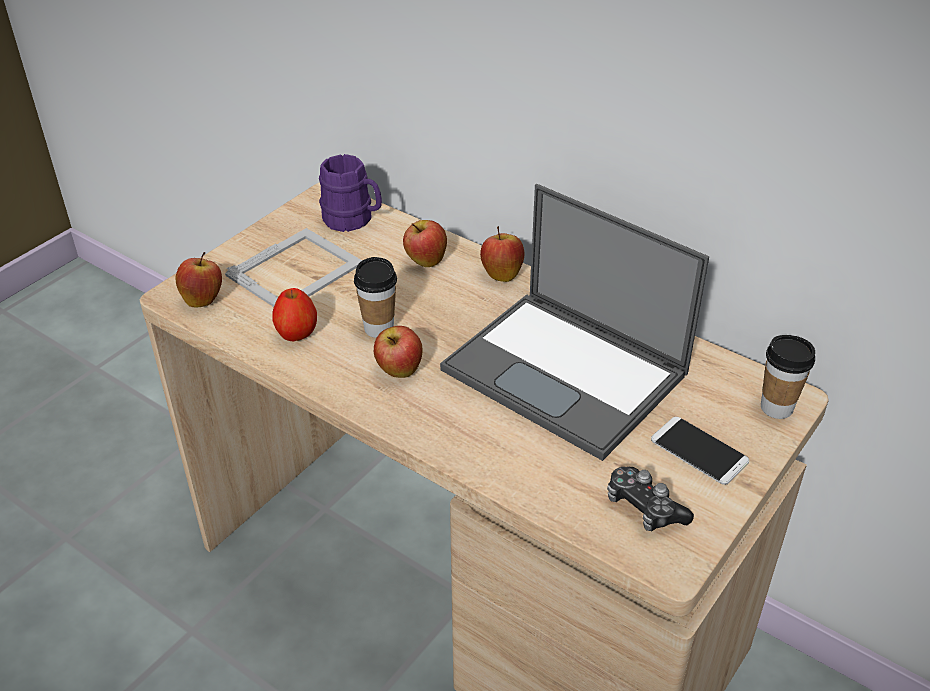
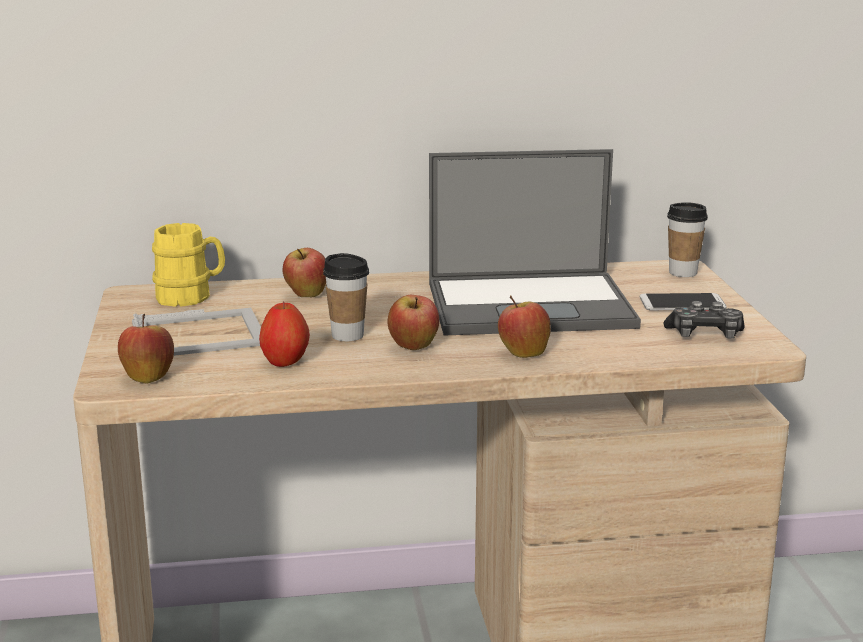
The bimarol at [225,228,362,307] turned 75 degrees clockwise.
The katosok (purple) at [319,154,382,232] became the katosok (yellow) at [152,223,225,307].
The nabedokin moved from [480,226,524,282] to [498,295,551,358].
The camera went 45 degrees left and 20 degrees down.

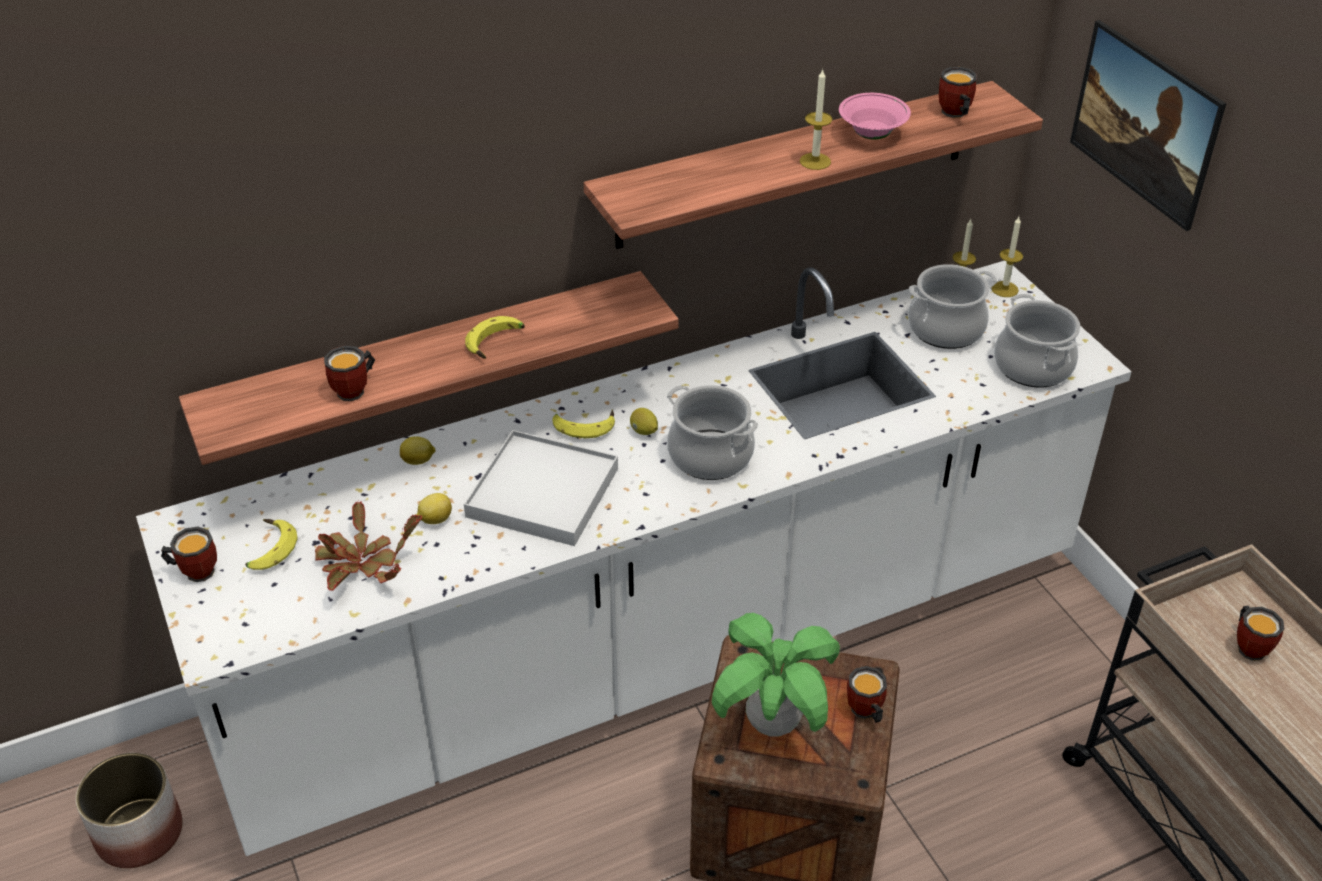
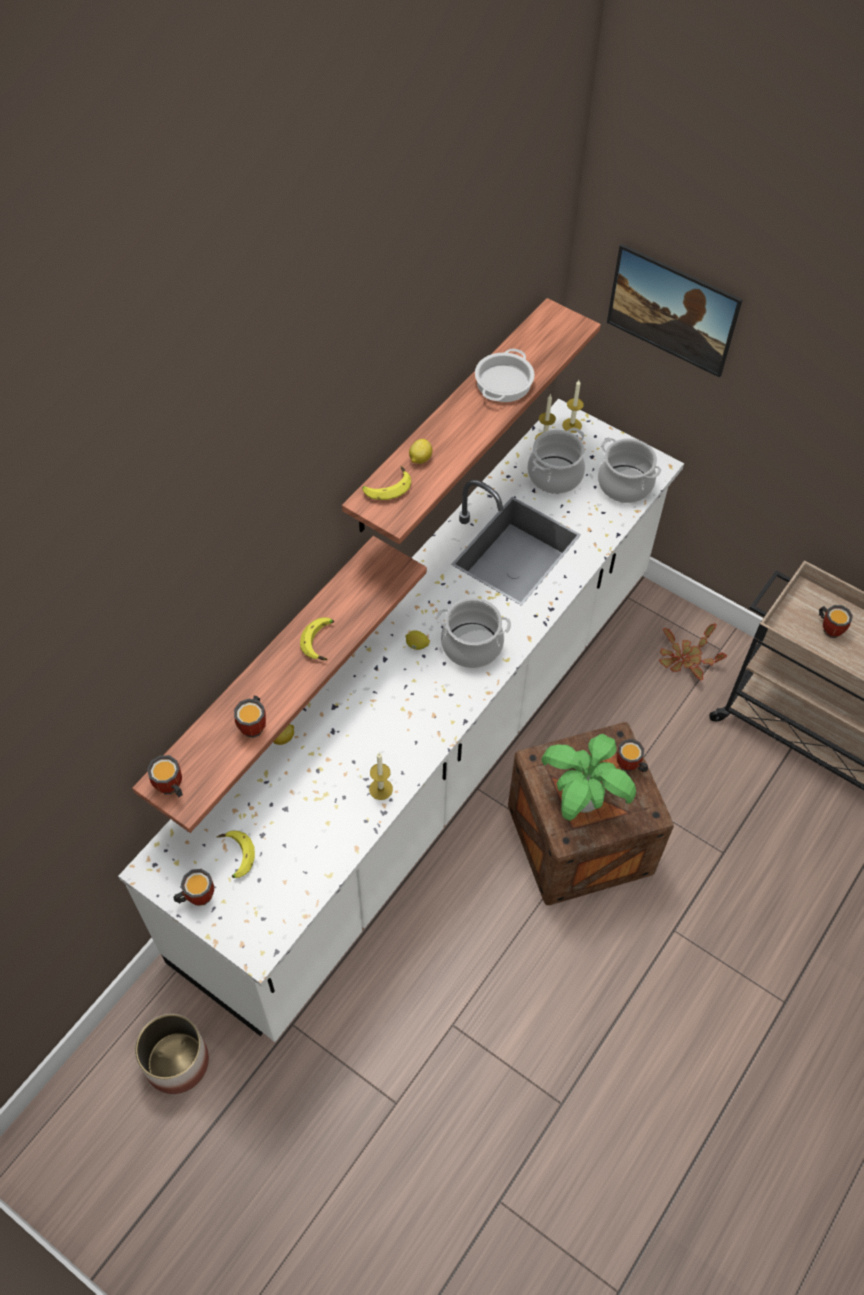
The katosok moved from [939,67,977,118] to [147,755,183,797].
The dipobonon moved from [552,409,615,438] to [362,466,411,500].
The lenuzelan moved from [800,69,832,170] to [369,753,393,800].
The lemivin moved from [417,493,452,524] to [409,439,432,464].
The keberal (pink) at [839,93,911,140] was replaced by the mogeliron at [475,349,535,402].
The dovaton moved from [315,501,422,591] to [659,623,727,680].
The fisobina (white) at [464,430,618,546] disappeared.
The camera went 30 degrees left and 15 degrees up.

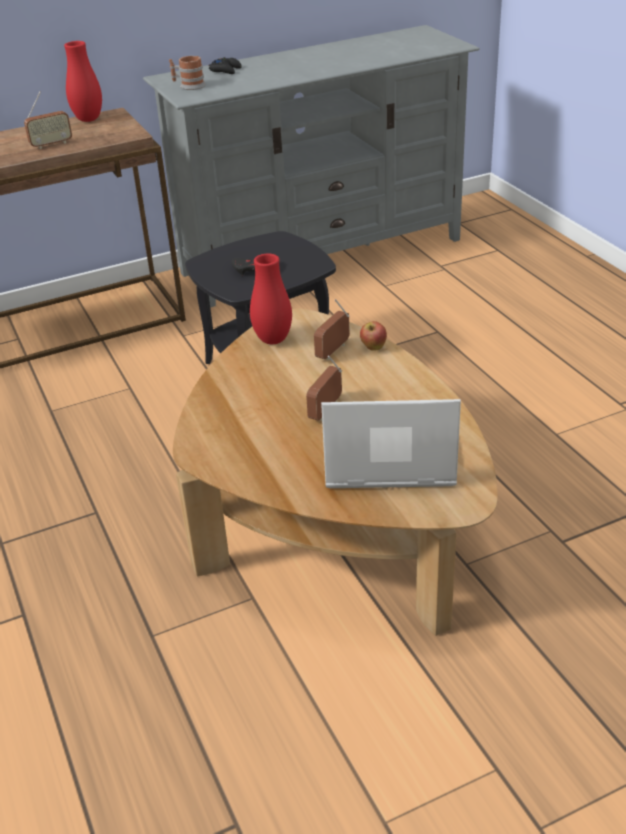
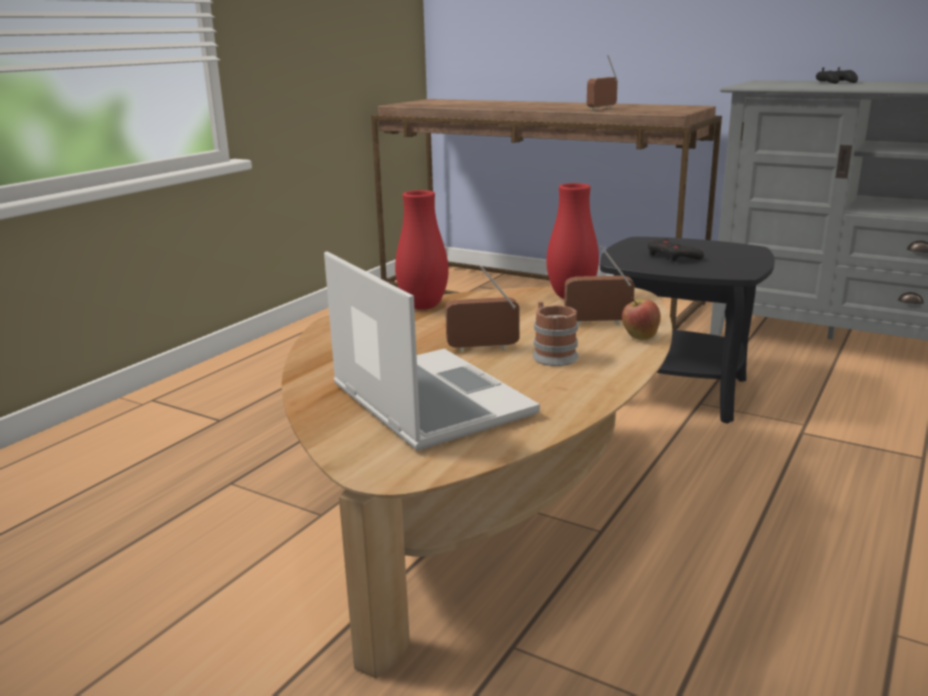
The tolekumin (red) moved from [64,41,102,122] to [395,190,449,310].
The katosok moved from [169,56,206,90] to [532,302,579,366].
The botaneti at [24,91,72,149] turned 105 degrees clockwise.
The camera went 55 degrees right and 15 degrees down.

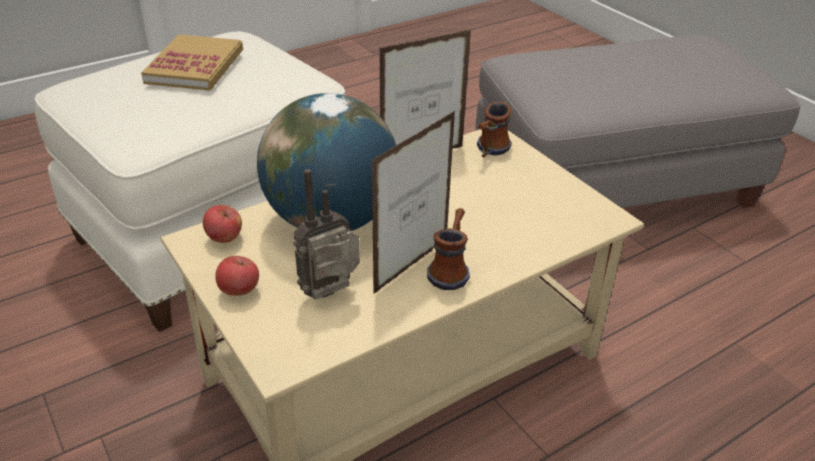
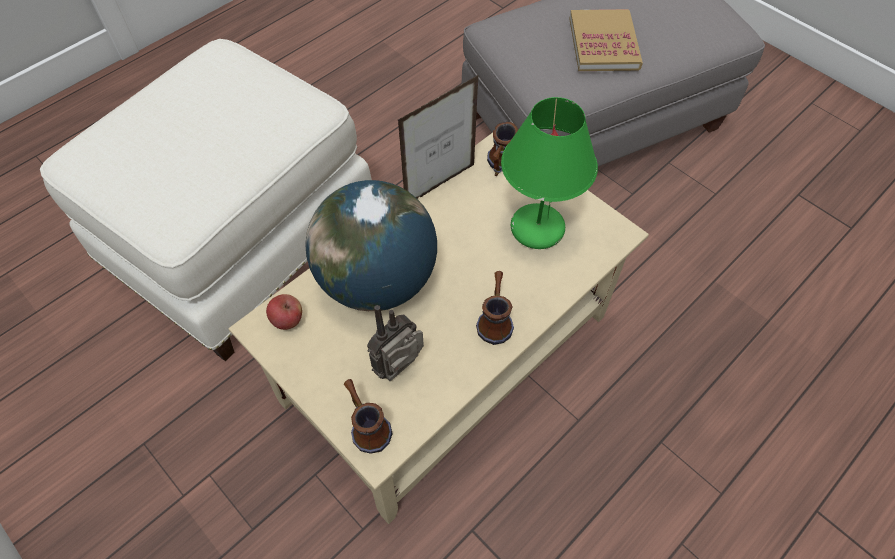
The katosok at [344,379,393,454] appeared.
The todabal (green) at [501,97,598,249] appeared.
The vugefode moved from [141,34,243,91] to [569,9,643,71].
The nabedokin at [215,256,259,296] disappeared.
The bimarol at [372,111,455,294] disappeared.
The camera went 10 degrees left and 20 degrees up.

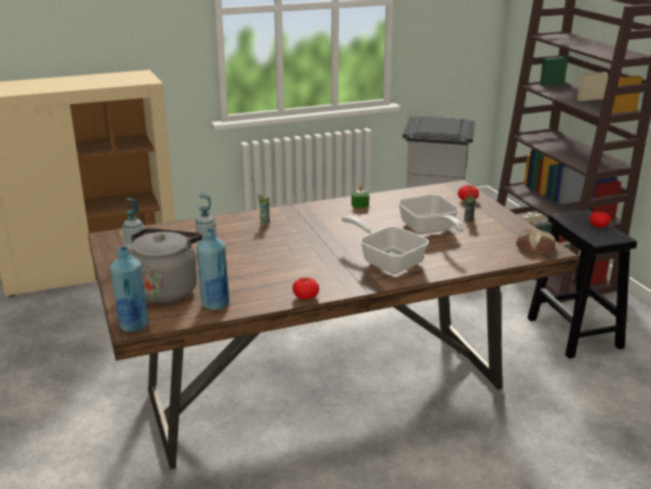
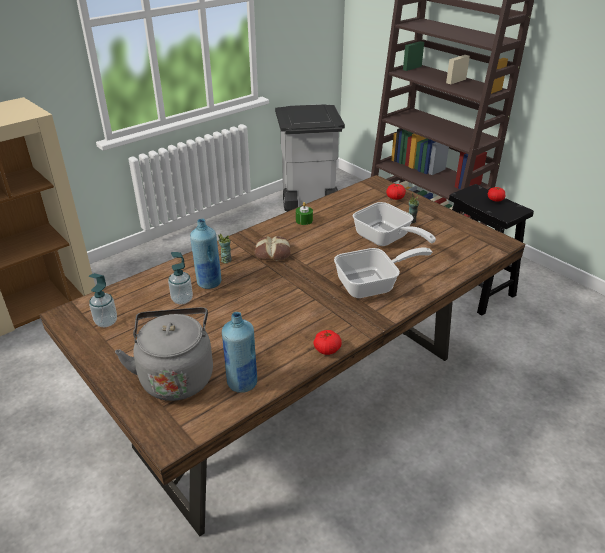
The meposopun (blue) moved from [110,247,149,332] to [190,218,221,289].
The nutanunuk moved from [516,229,555,254] to [255,236,291,261].
The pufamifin at [341,215,429,274] turned 135 degrees clockwise.
The camera went 20 degrees left and 10 degrees up.

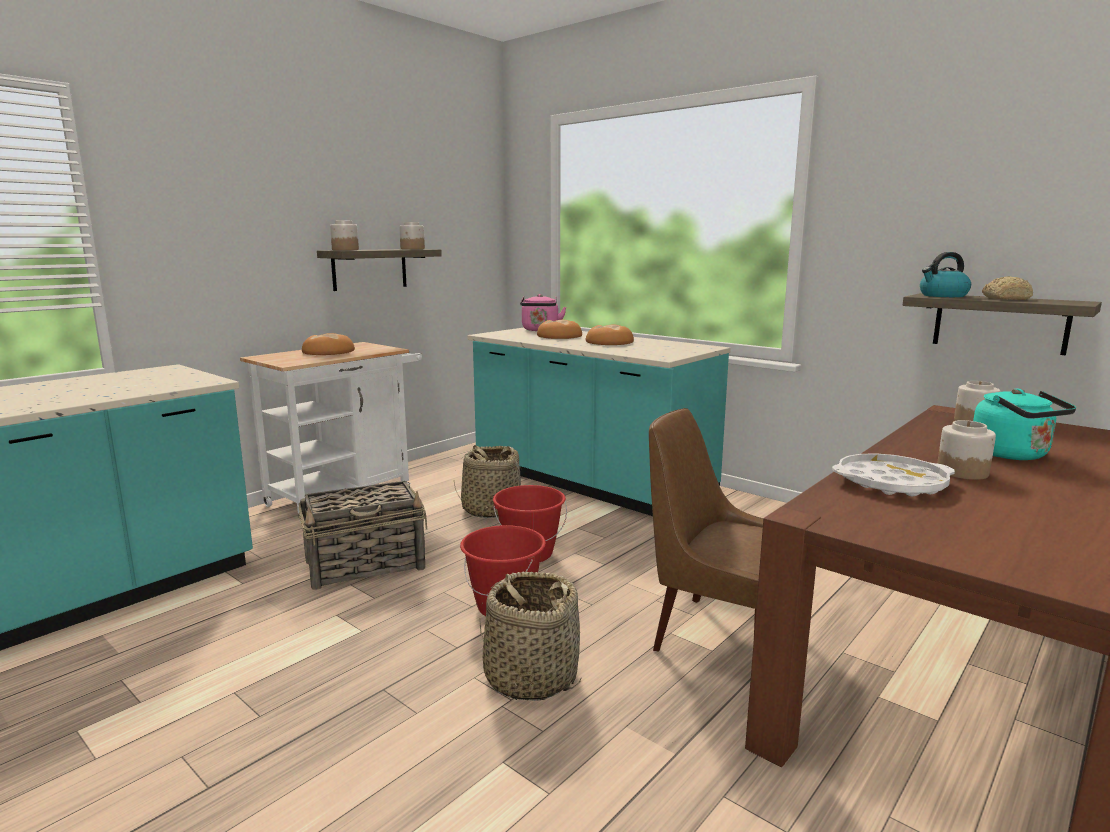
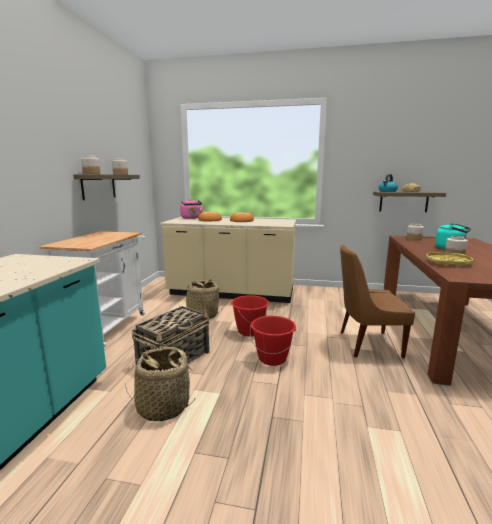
The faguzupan moved from [479,572,582,701] to [125,347,196,422].
The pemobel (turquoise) at [467,328,731,516] became the pemobel (beige) at [160,217,296,303].
The fisobina (white) at [832,453,955,496] became the fisobina (yellow) at [426,252,473,266].
The nutanunuk at [302,333,355,355] disappeared.
The camera went 30 degrees left and 0 degrees up.

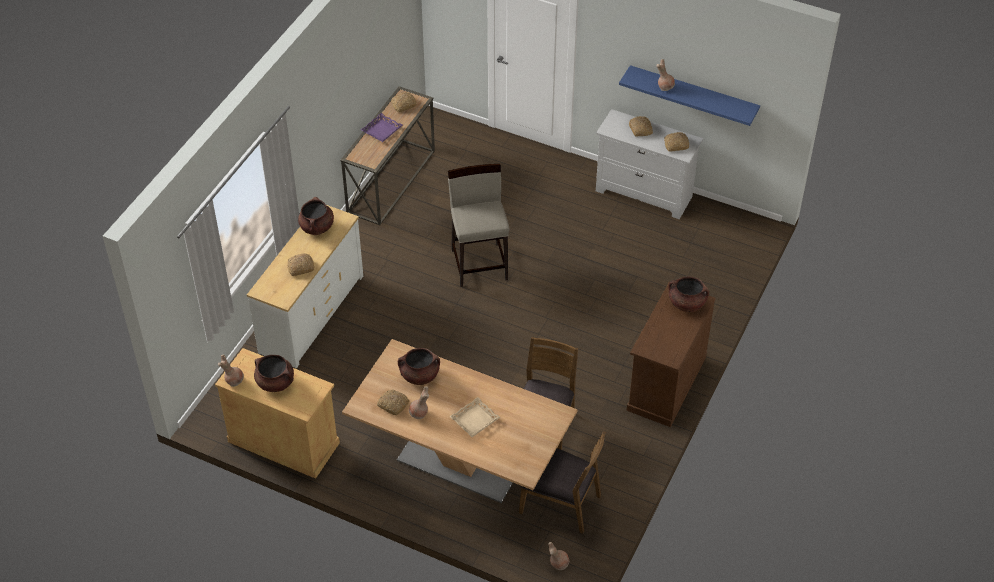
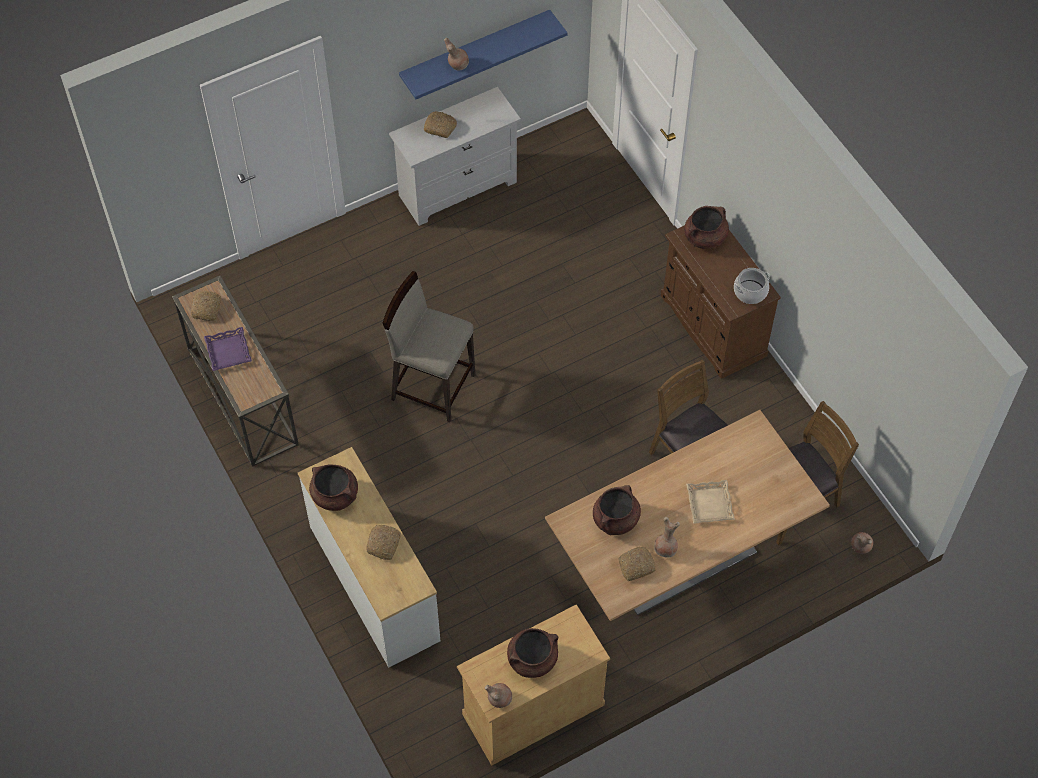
The mogeliron at [734,268,770,304] appeared.
The nutanunuk at [664,132,689,152] disappeared.
The camera went 55 degrees left and 10 degrees up.

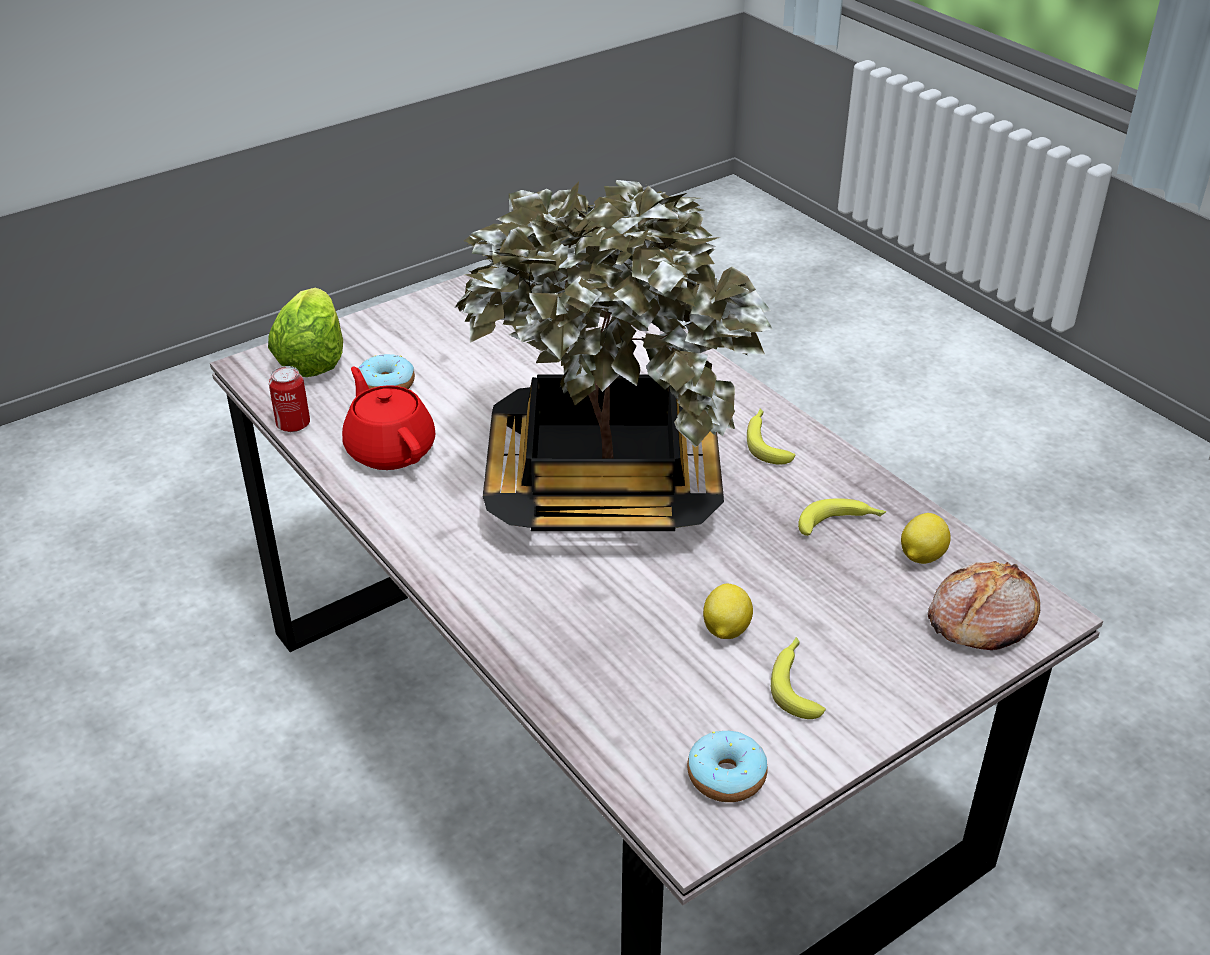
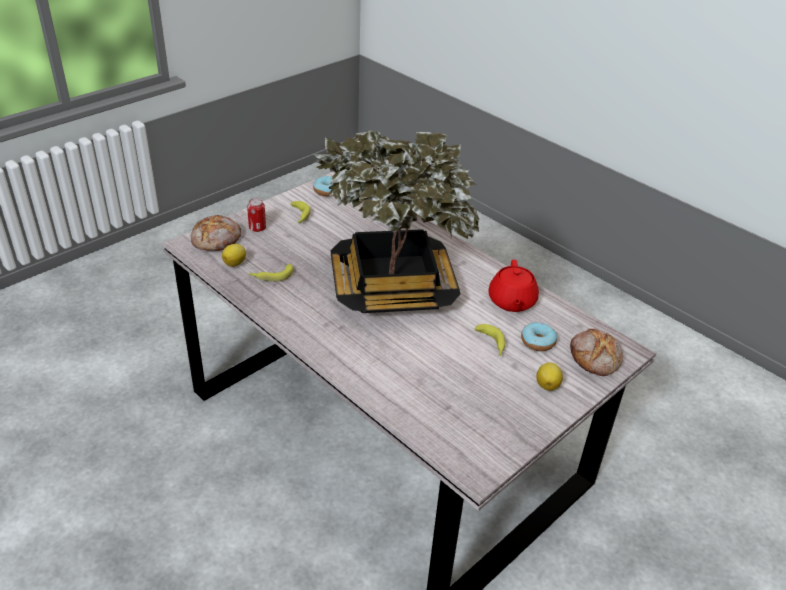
The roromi moved from [269,366,310,432] to [247,198,266,232].
The dipobonon moved from [747,409,796,465] to [475,324,505,356].
The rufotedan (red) at [342,367,435,470] turned 45 degrees clockwise.
The lemivin moved from [703,584,753,639] to [536,362,563,391].
The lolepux at [268,288,343,377] was replaced by the nutanunuk at [570,329,623,376].
The camera went 170 degrees right and 0 degrees up.

